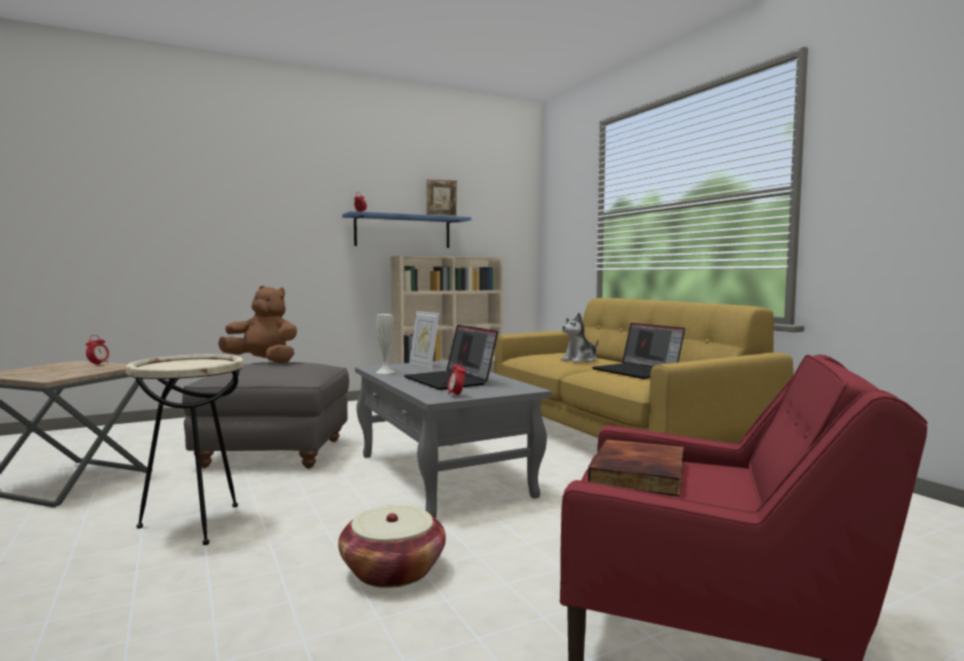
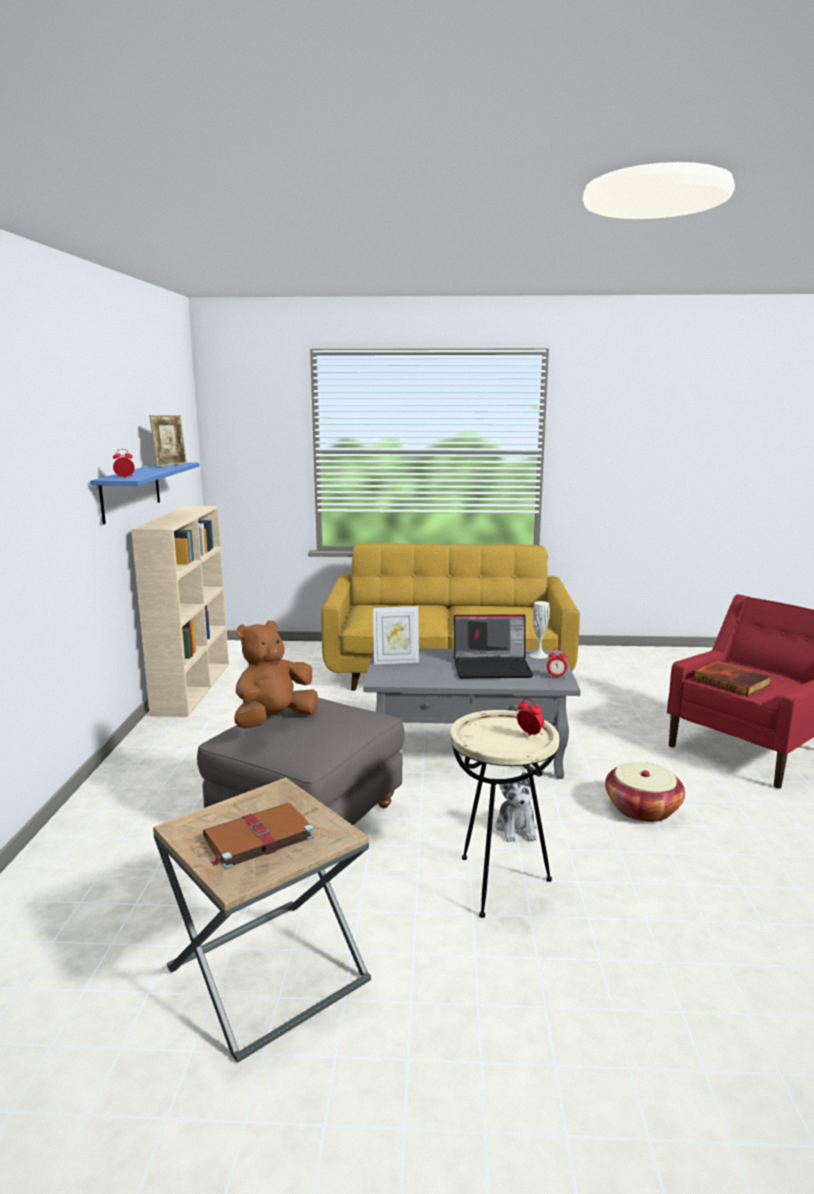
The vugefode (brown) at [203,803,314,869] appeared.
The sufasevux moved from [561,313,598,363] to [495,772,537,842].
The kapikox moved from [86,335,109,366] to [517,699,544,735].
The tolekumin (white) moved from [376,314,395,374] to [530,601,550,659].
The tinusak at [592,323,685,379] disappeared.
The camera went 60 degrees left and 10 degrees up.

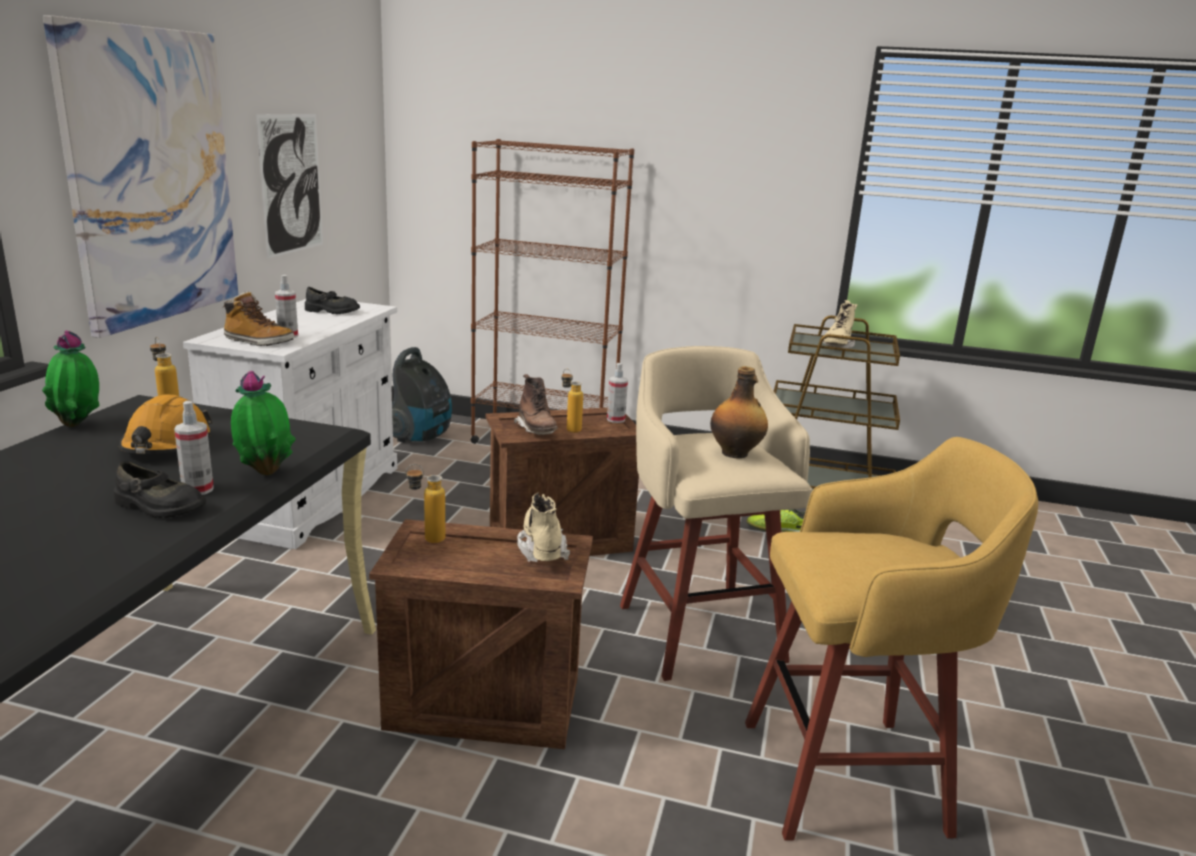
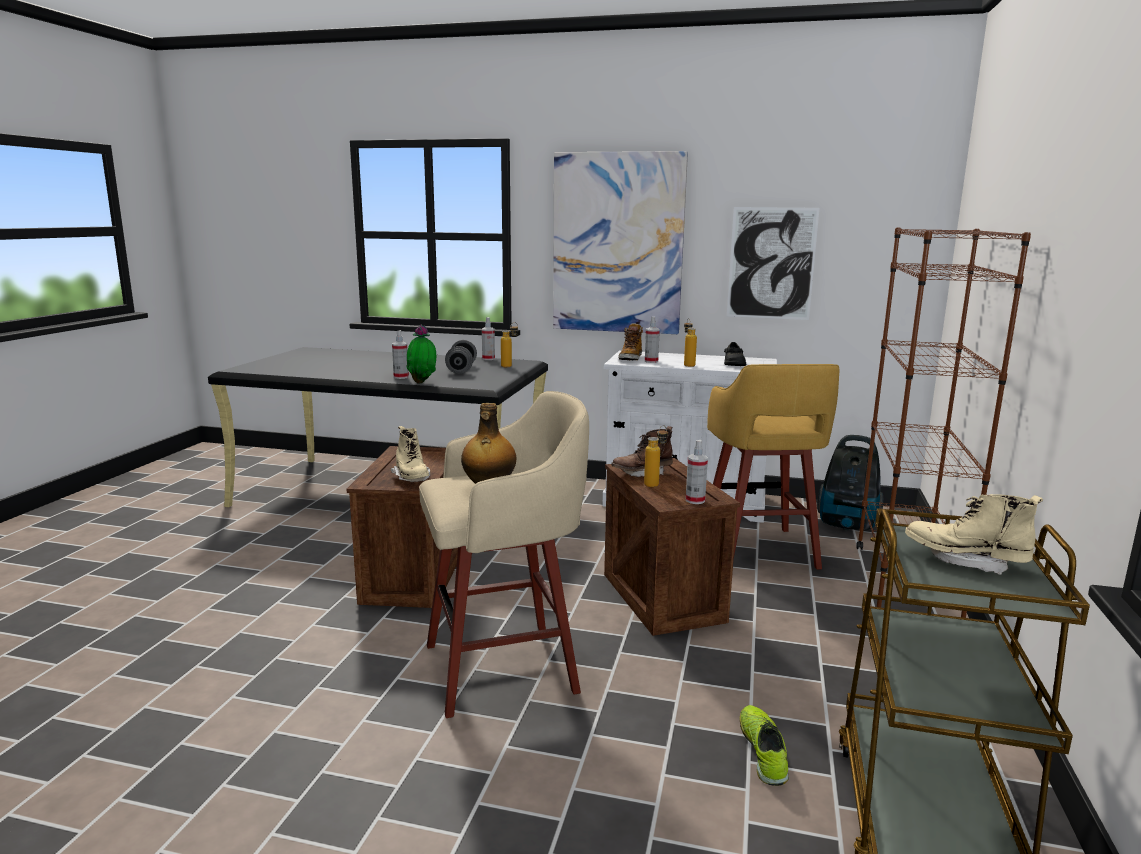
The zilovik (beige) at [517,493,570,562] turned 75 degrees clockwise.
The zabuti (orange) at [119,394,212,454] was replaced by the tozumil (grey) at [445,340,477,374].
The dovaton at [42,331,99,427] was replaced by the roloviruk at [482,317,495,360].
The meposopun moved from [406,464,445,543] to [684,318,697,367].
The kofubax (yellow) moved from [745,437,1038,841] to [707,364,840,570].
The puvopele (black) at [114,461,206,518] disappeared.
The camera went 90 degrees right and 5 degrees down.

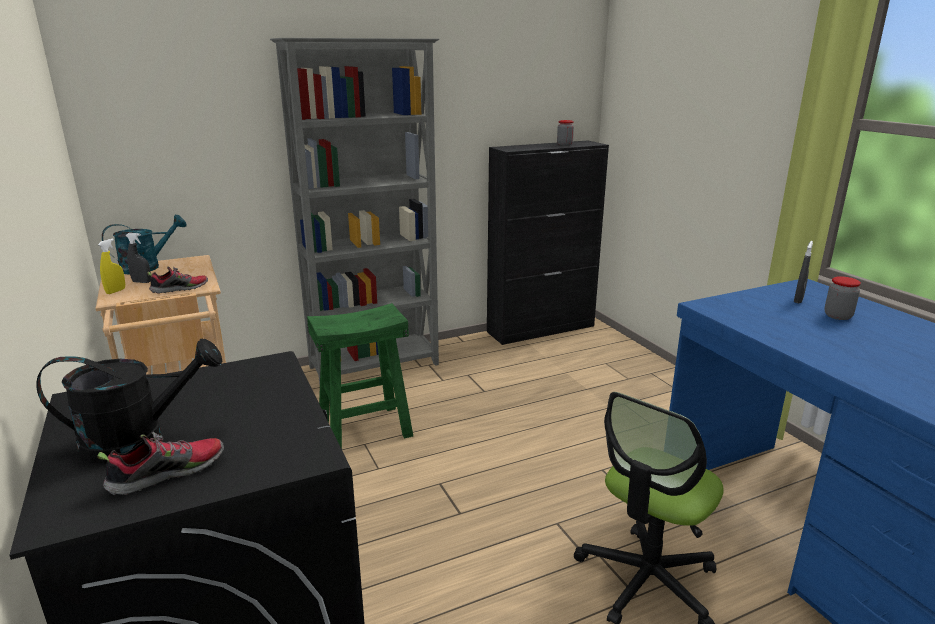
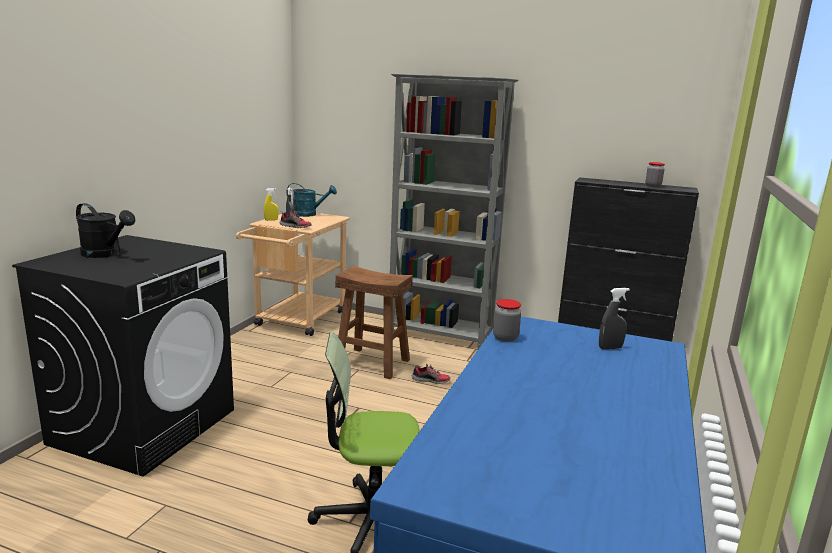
The kofubax (green) at [307,303,413,449] became the kofubax (brown) at [335,266,413,379].
The puvopele moved from [97,432,224,495] to [412,364,450,384].
The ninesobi moved from [824,276,861,320] to [493,299,521,342].
The camera went 45 degrees right and 5 degrees down.

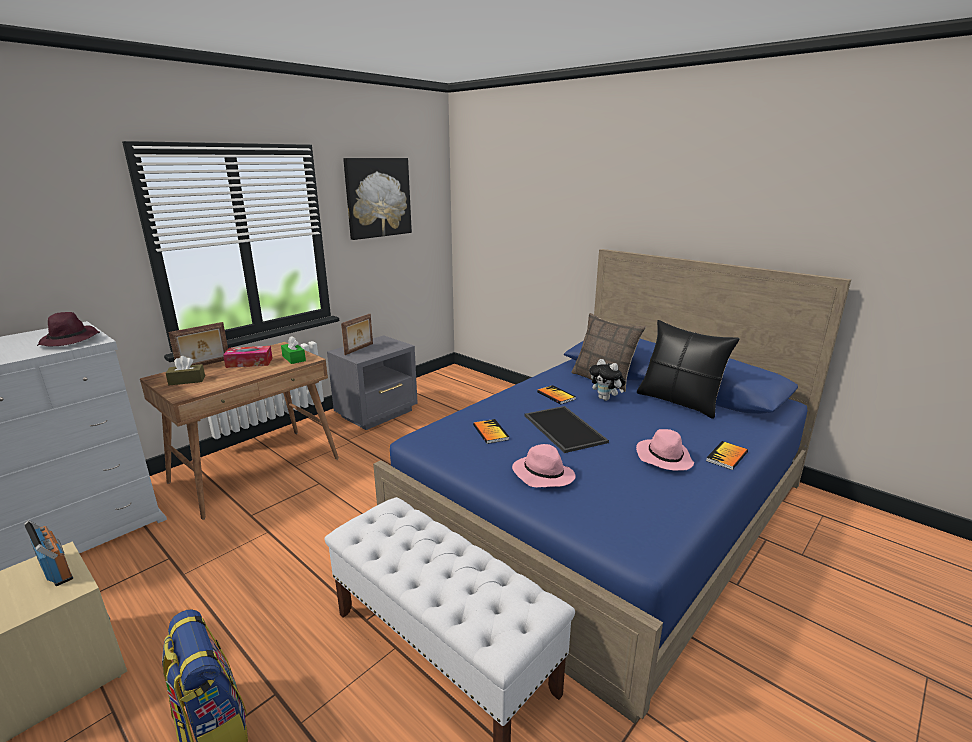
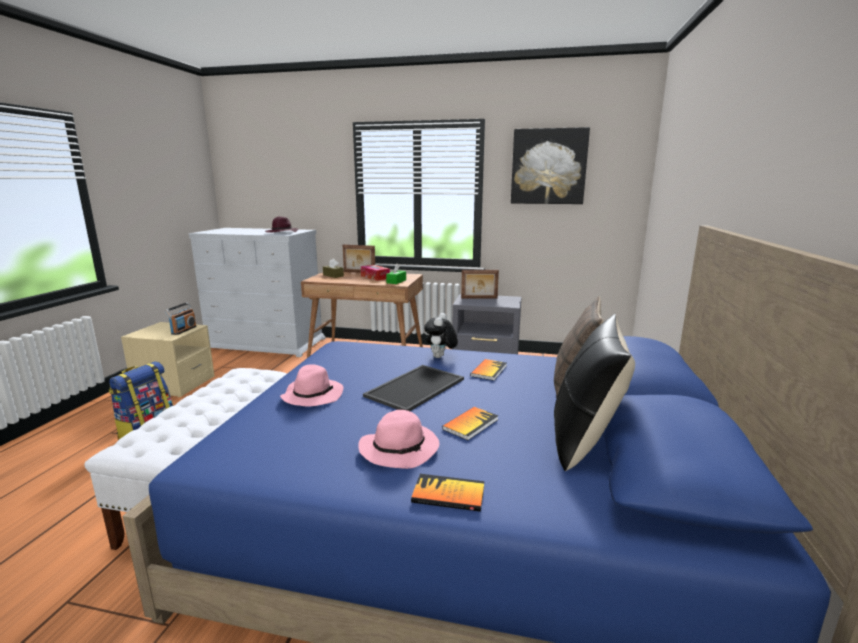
The sufasevux moved from [589,359,626,401] to [424,313,458,358].
The vugefode moved from [473,419,509,444] to [442,407,498,440].
The camera went 60 degrees right and 5 degrees down.

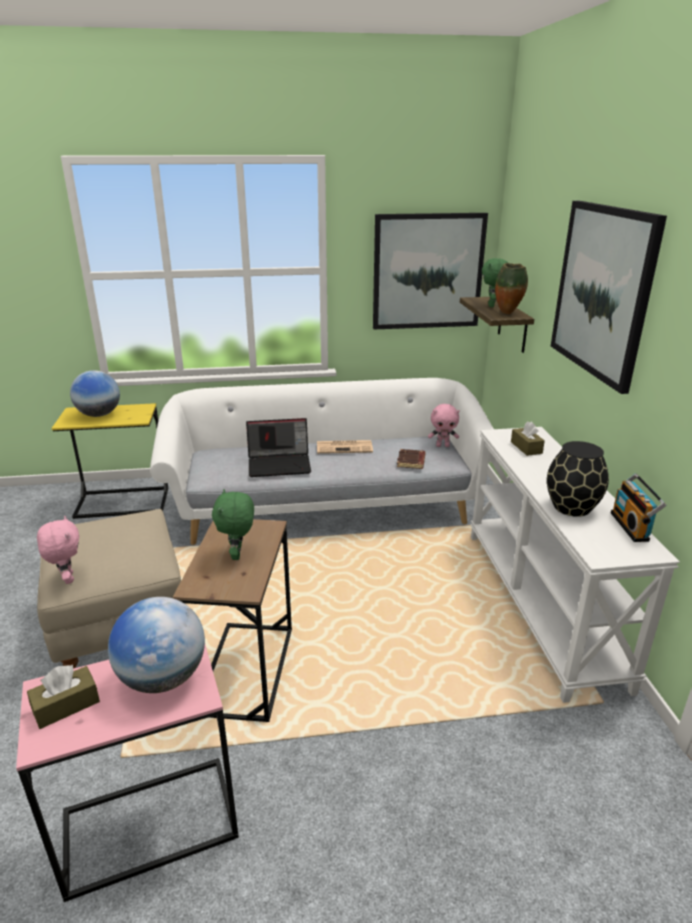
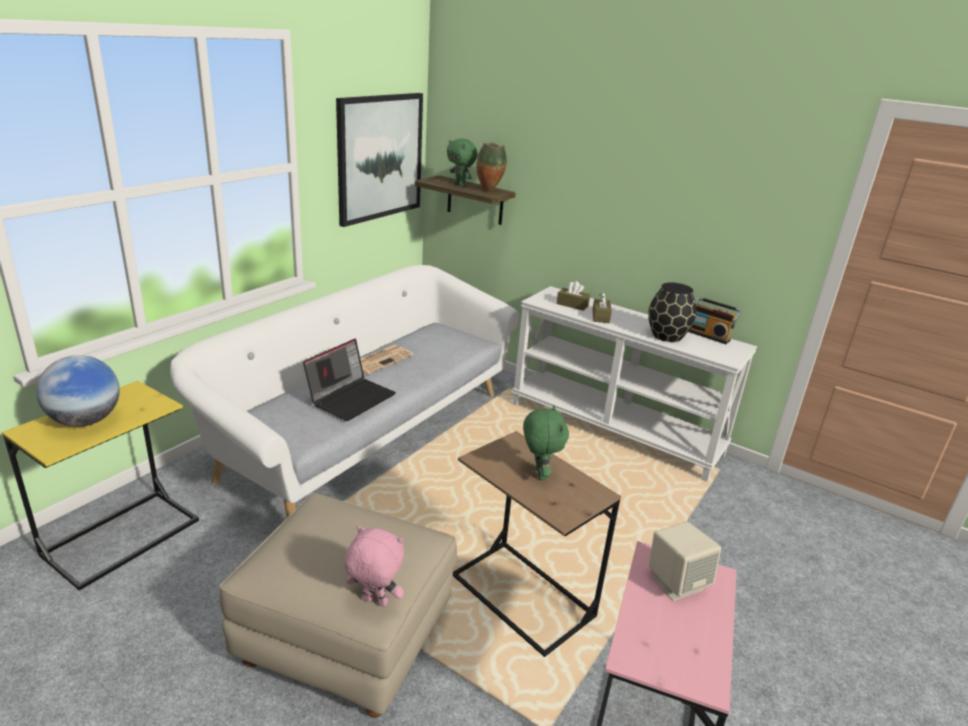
The sufasevux (green) at [212,489,254,560] turned 135 degrees counterclockwise.
The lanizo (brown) moved from [27,665,100,729] to [592,292,612,323].
The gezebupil at [108,597,205,693] was replaced by the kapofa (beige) at [649,522,721,601].
The vugefode (brown) at [397,449,426,469] disappeared.
The sufasevux (pink) at [428,404,460,447] disappeared.
The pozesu at [551,201,667,394] disappeared.
The camera went 50 degrees left and 0 degrees up.

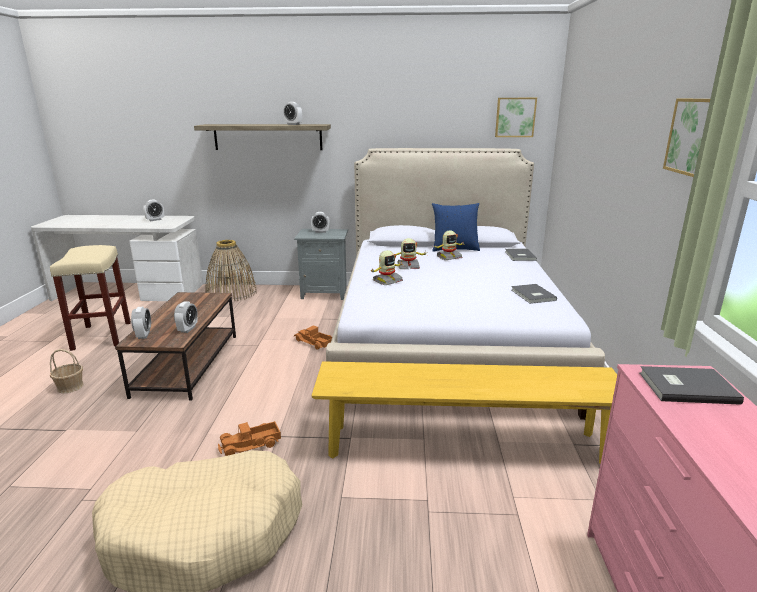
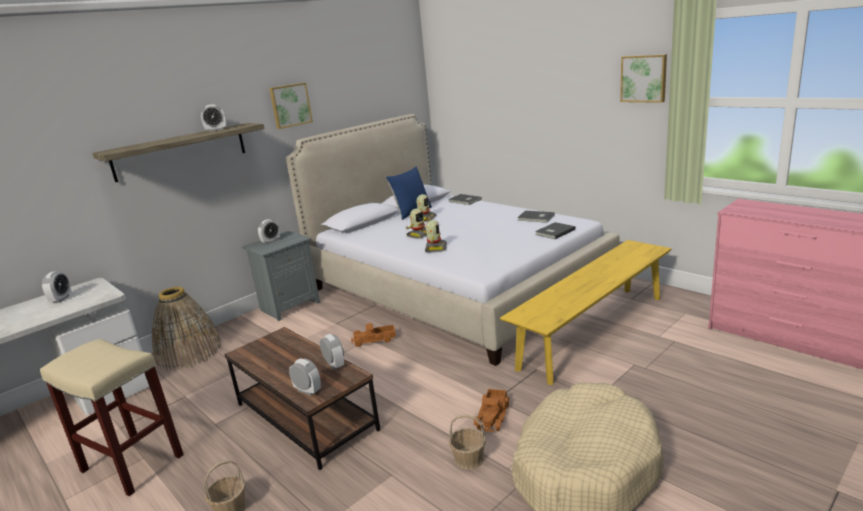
The pozesu moved from [495,98,537,137] to [269,83,313,129].
The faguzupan at [449,414,486,470] appeared.
The vugefode (grey) moved from [639,366,744,405] to [535,222,576,239].
The camera went 45 degrees left and 0 degrees up.

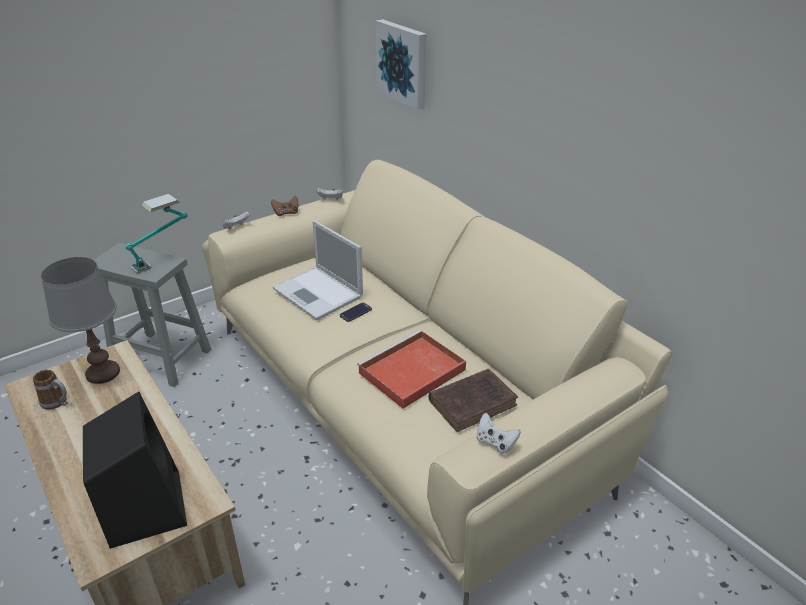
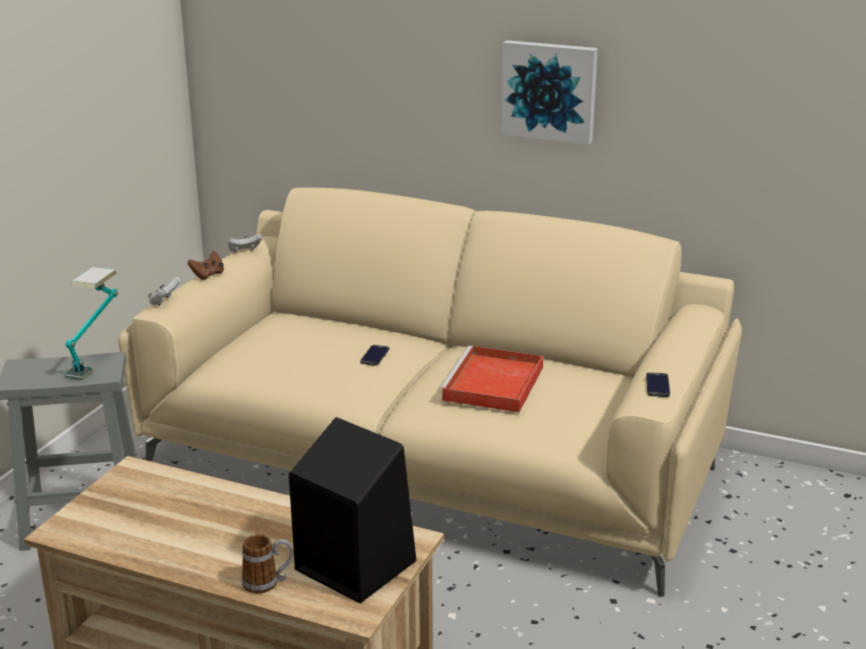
The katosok moved from [33,369,68,410] to [242,534,293,594].
The pozesu moved from [376,19,427,110] to [501,40,598,145].
The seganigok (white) at [477,413,521,454] was replaced by the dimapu at [646,372,670,397].
The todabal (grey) at [41,257,120,384] disappeared.
The tinusak at [273,220,363,320] disappeared.
The vugefode (brown) at [429,369,518,432] disappeared.
The camera went 30 degrees left and 10 degrees down.

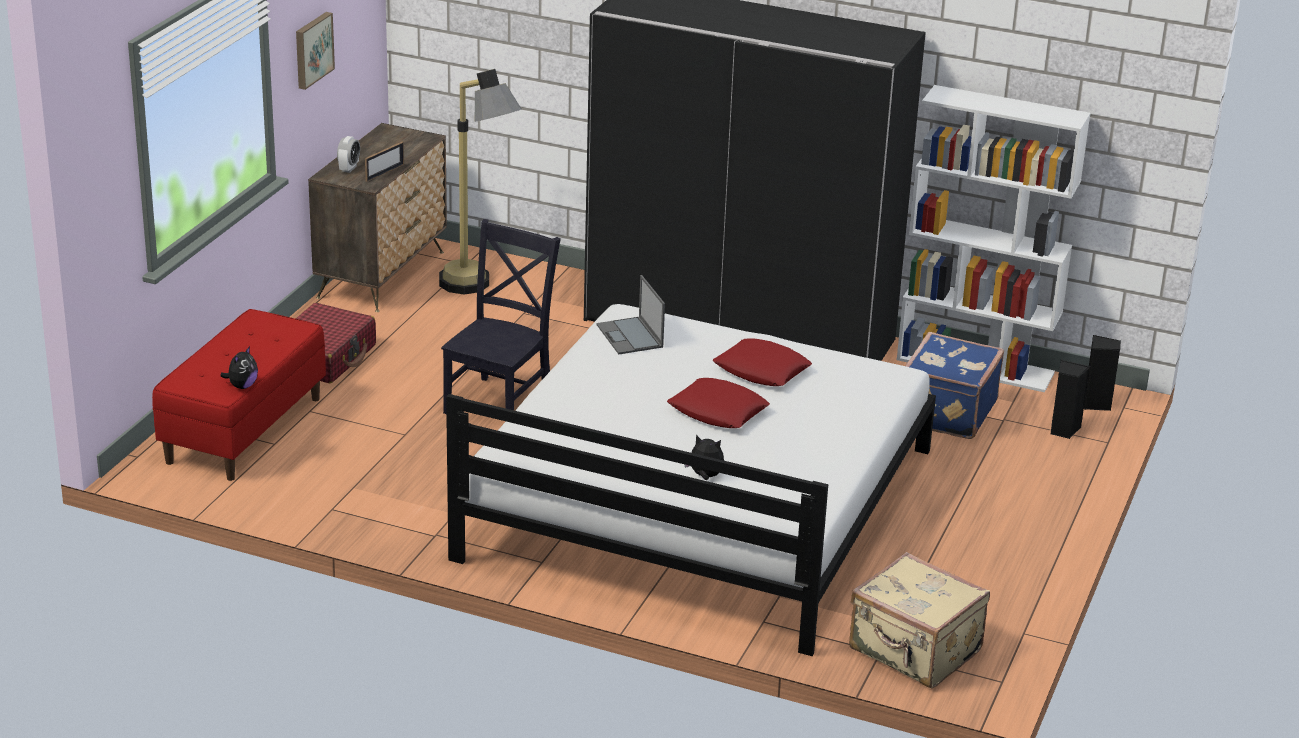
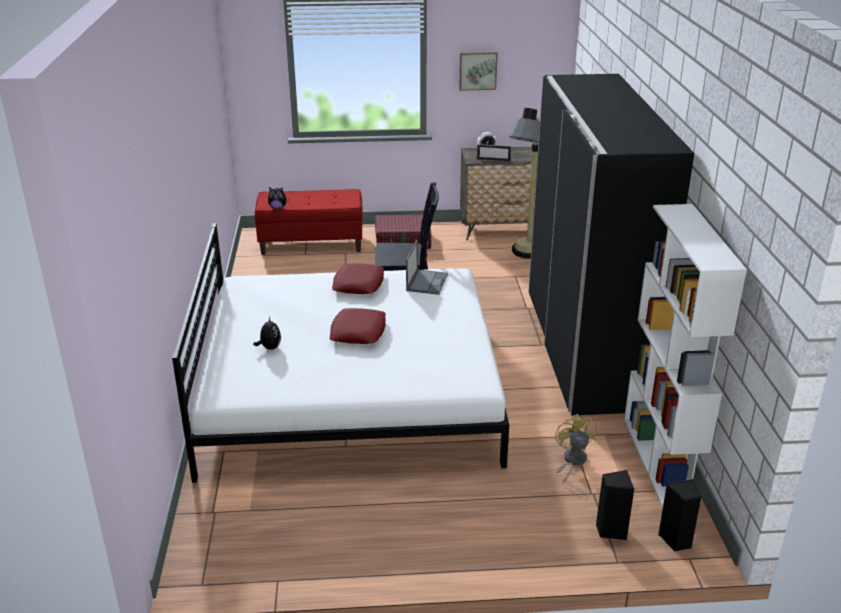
The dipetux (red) moved from [713,338,812,386] to [332,263,384,294].
The tinusak at [596,275,665,354] turned 150 degrees clockwise.
The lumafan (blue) at [905,332,1004,439] was replaced by the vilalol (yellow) at [555,414,597,483].
The lumafan (beige) at [849,552,990,688] disappeared.
The camera went 65 degrees right and 0 degrees up.

